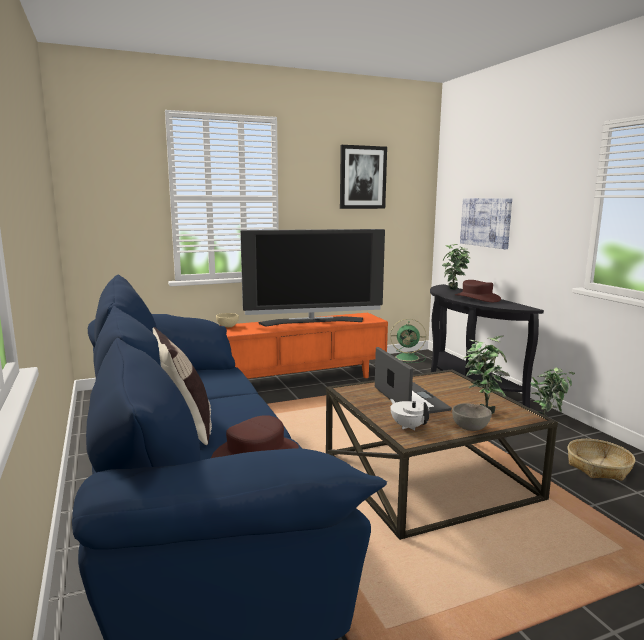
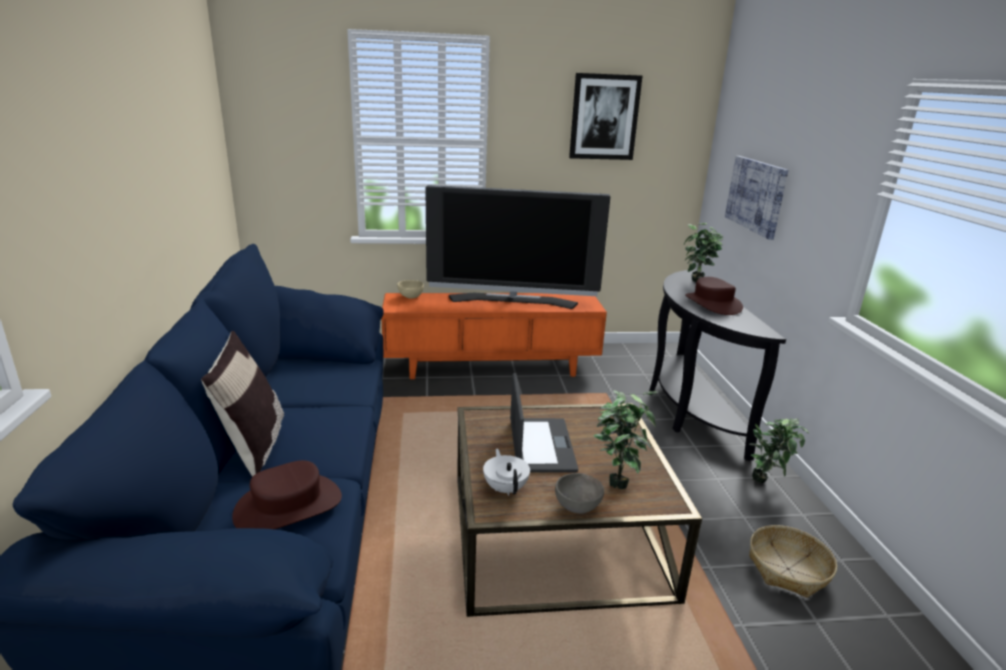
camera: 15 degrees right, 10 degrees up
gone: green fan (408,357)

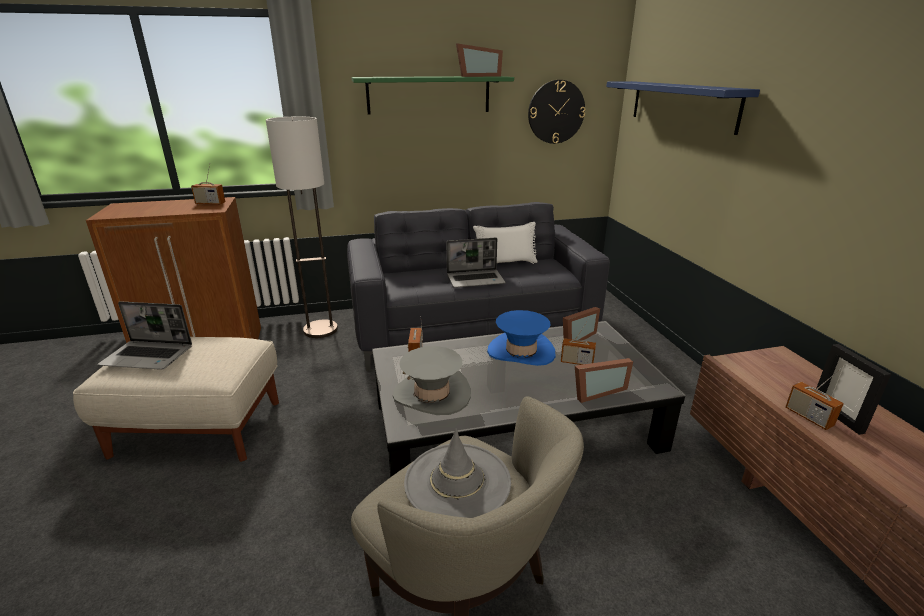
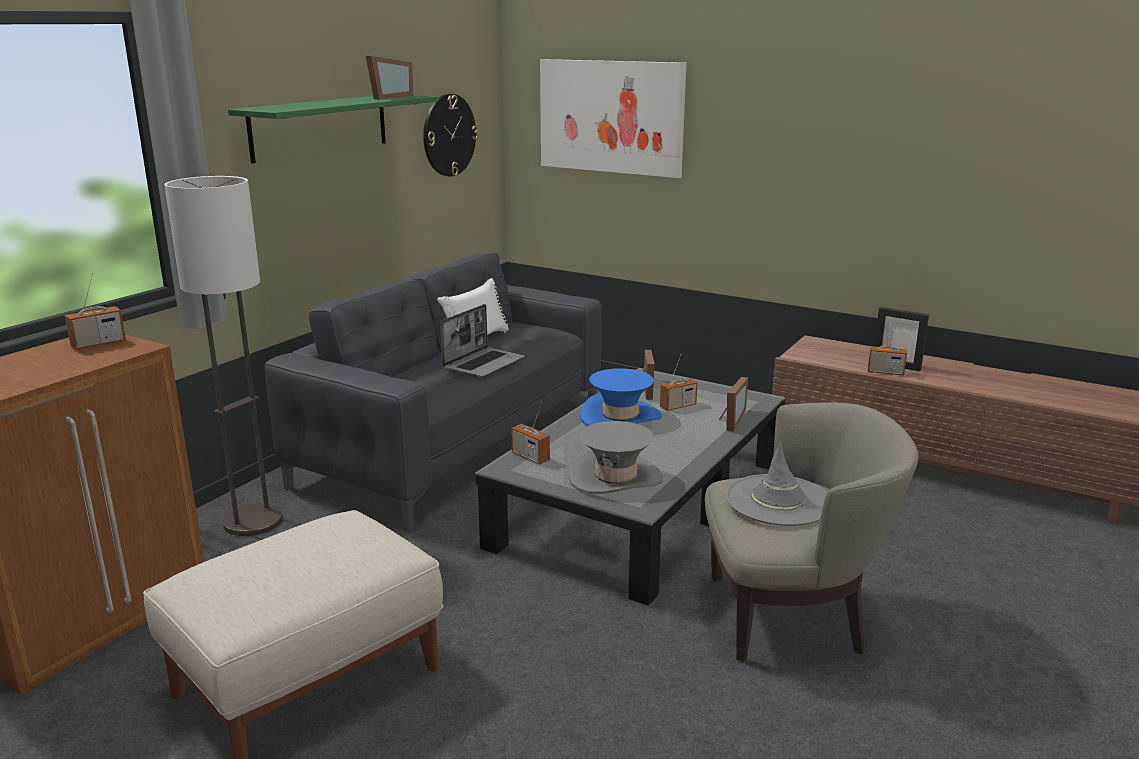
camera: 45 degrees left, 5 degrees down
gone: laptop (149,356)
swapped: blue shelf (682,104) to picture (611,117)

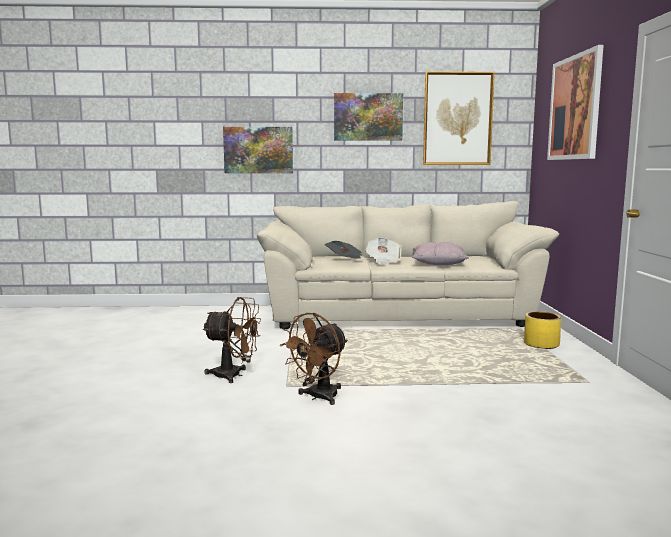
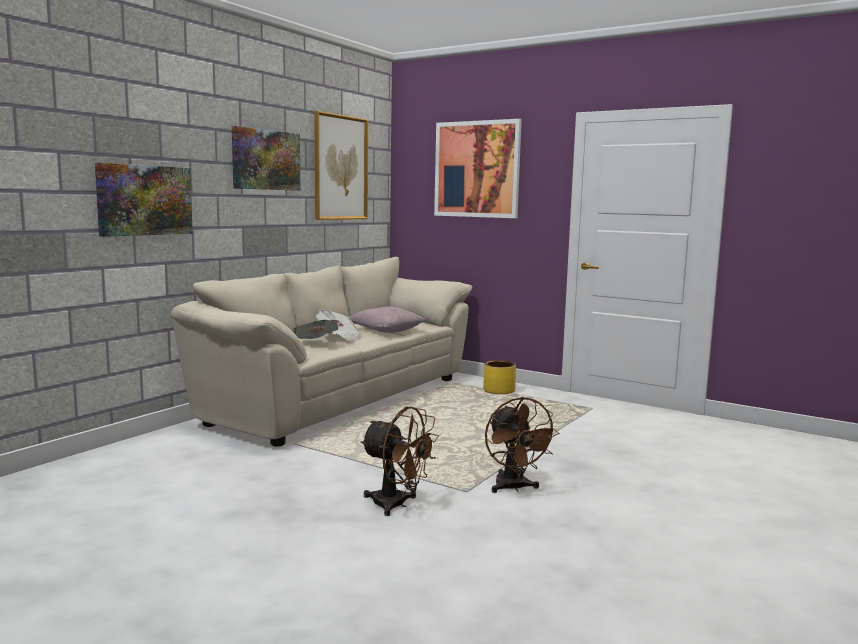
camera: 55 degrees left, 0 degrees up
rotated: brown fan (234,375) = (397,505) 75 degrees clockwise

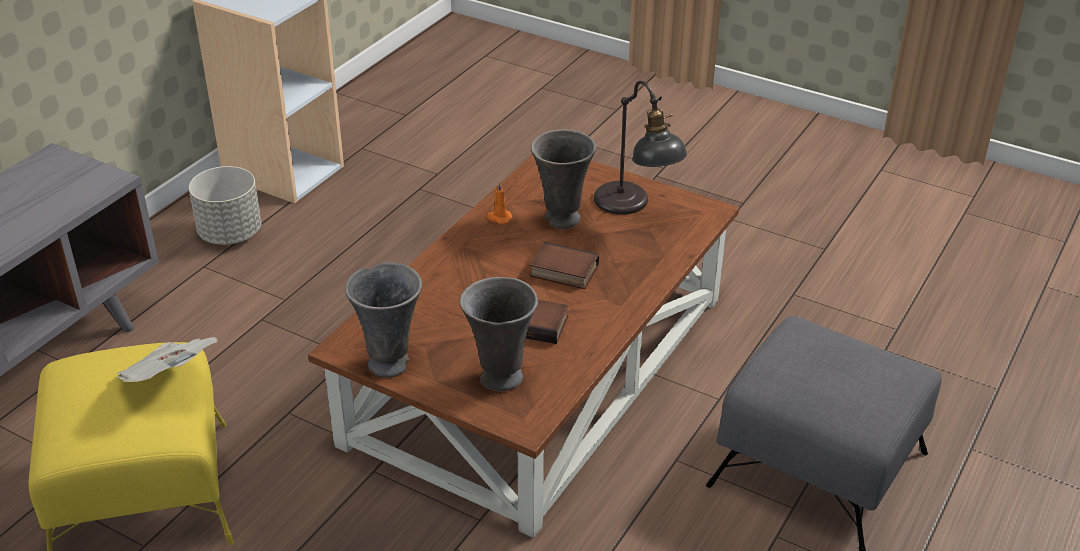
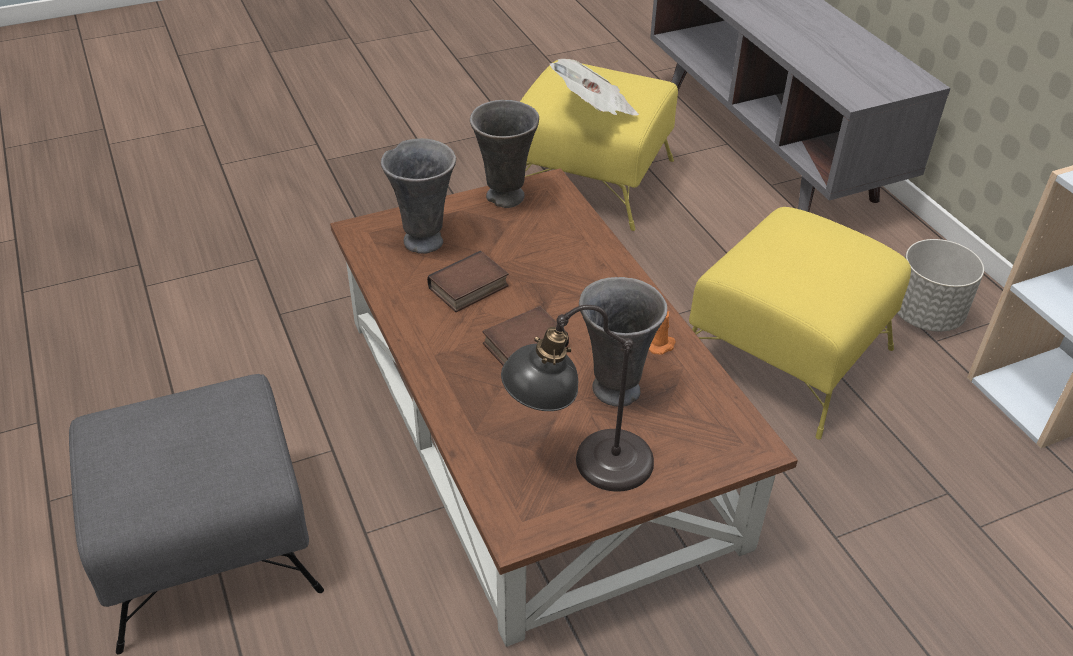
camera: 125 degrees right, 5 degrees up
new: yellow ottoman (787,355)

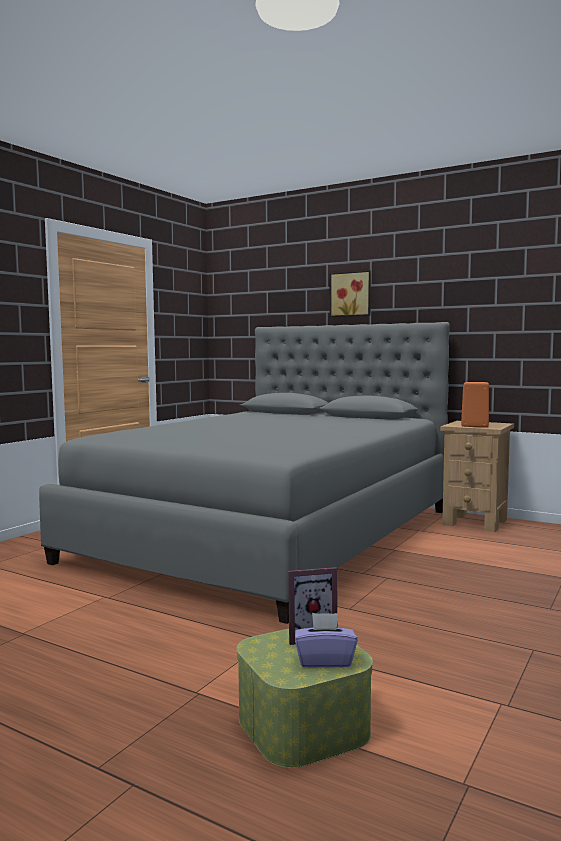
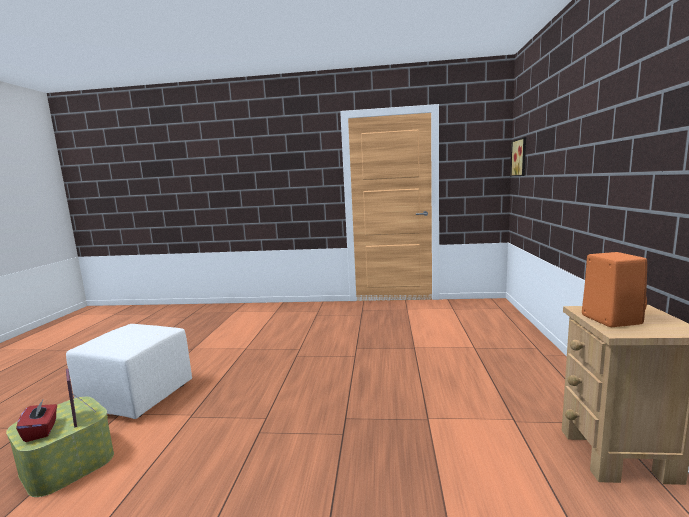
camera: 65 degrees right, 5 degrees up
gone: grey bed (272,534)
new: white ottoman (139,396)
shifted: picture (351,294) to (520,157)
repainted: purple tissue box (325,660) to red tissue box (41,431)

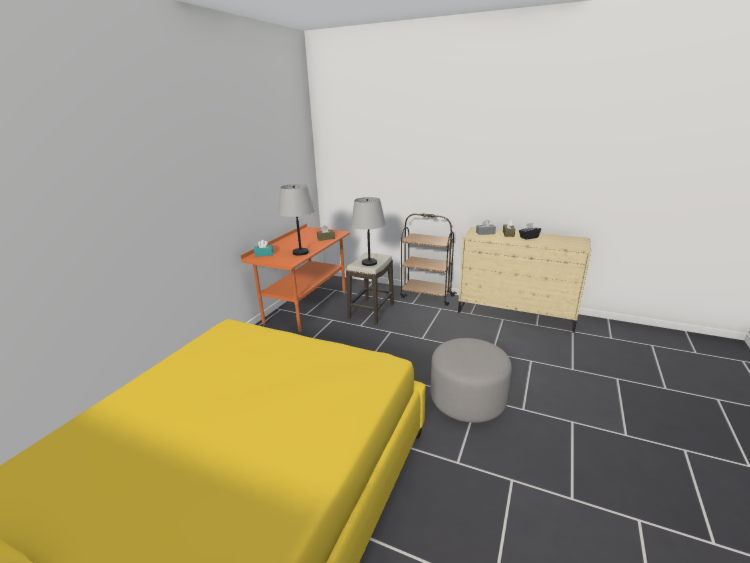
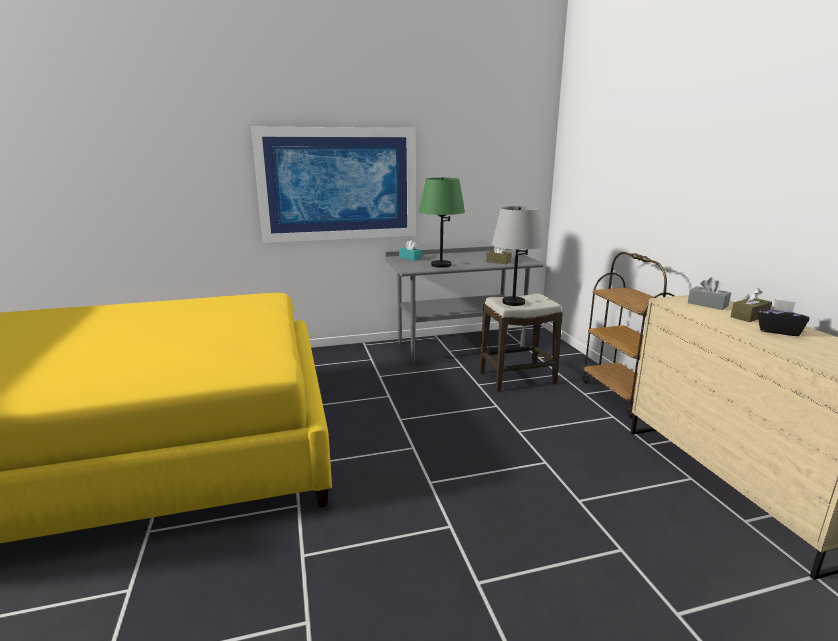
camera: 50 degrees right, 5 degrees down
gone: grey ottoman (467,399)
new: picture (338,184)
repainted: orange desk (306,308) to grey desk (459,346); grey table lamp (301,252) to green table lamp (441,265)

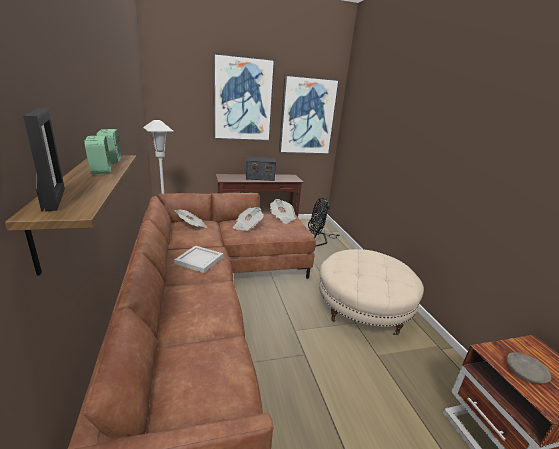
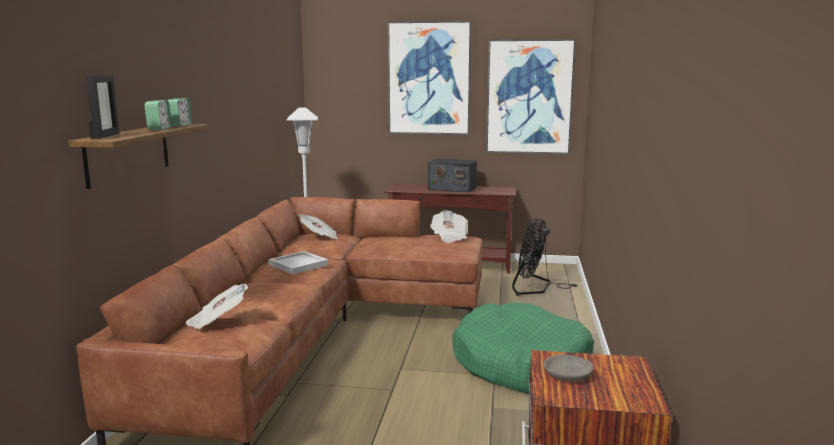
camera: 25 degrees right, 10 degrees down
shifted: newspaper (247,226) to (217,322)
swapped: beige ottoman (362,309) to green dog bed (521,365)

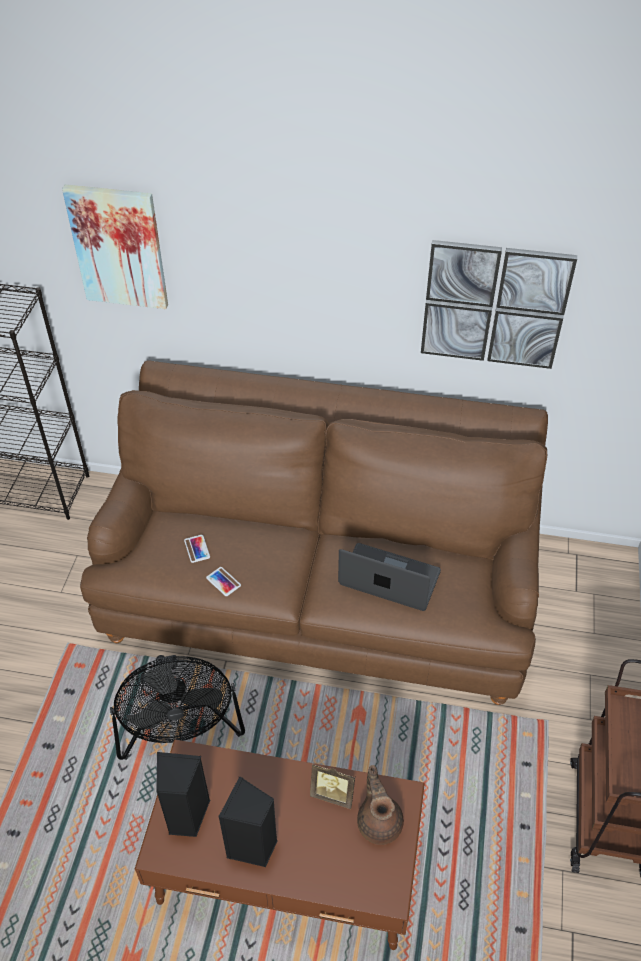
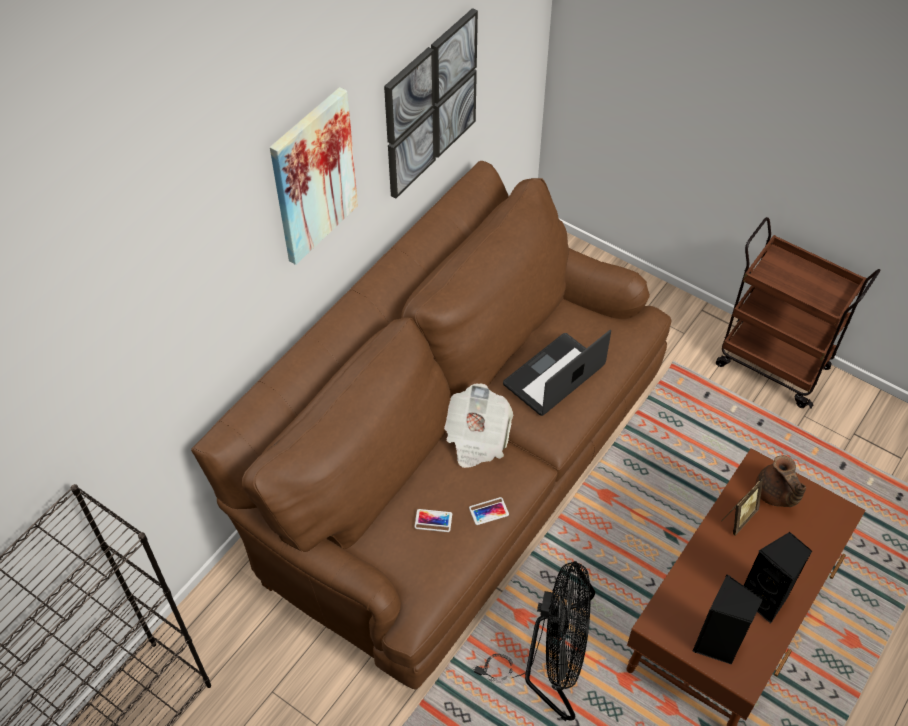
camera: 65 degrees left, 5 degrees up
new: newspaper (476,438)
shifted: picture (118,247) to (313,176)
rotated: brown teapot (379,821) = (775,494) 120 degrees counterclockwise

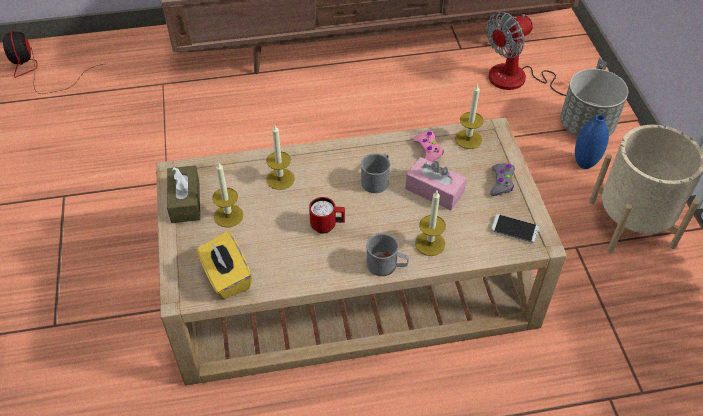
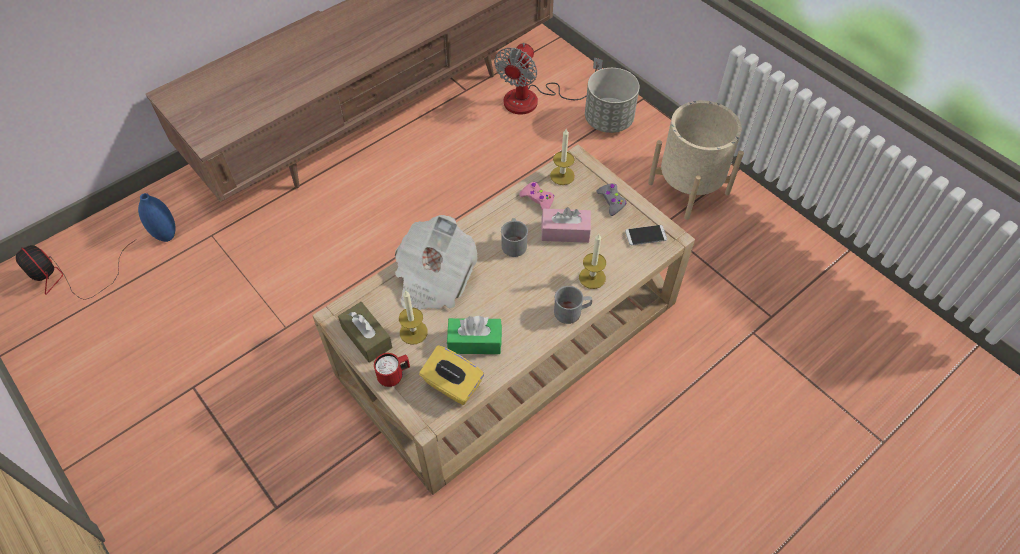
camera: 30 degrees left, 5 degrees up
new: green tissue box (474,342)
shifted: red mug (327,226) to (394,376); blue vase (584,164) to (167,236)
swapped: candle (280,179) to newspaper (434,279)

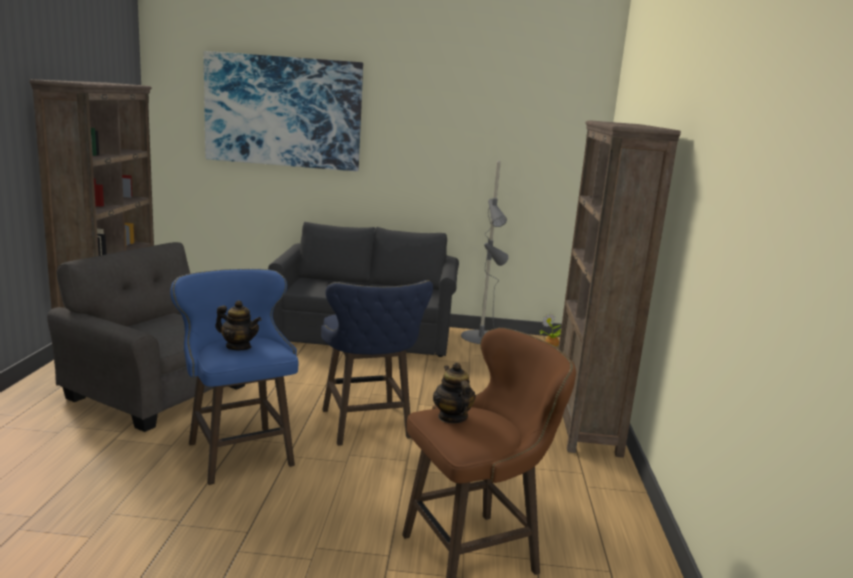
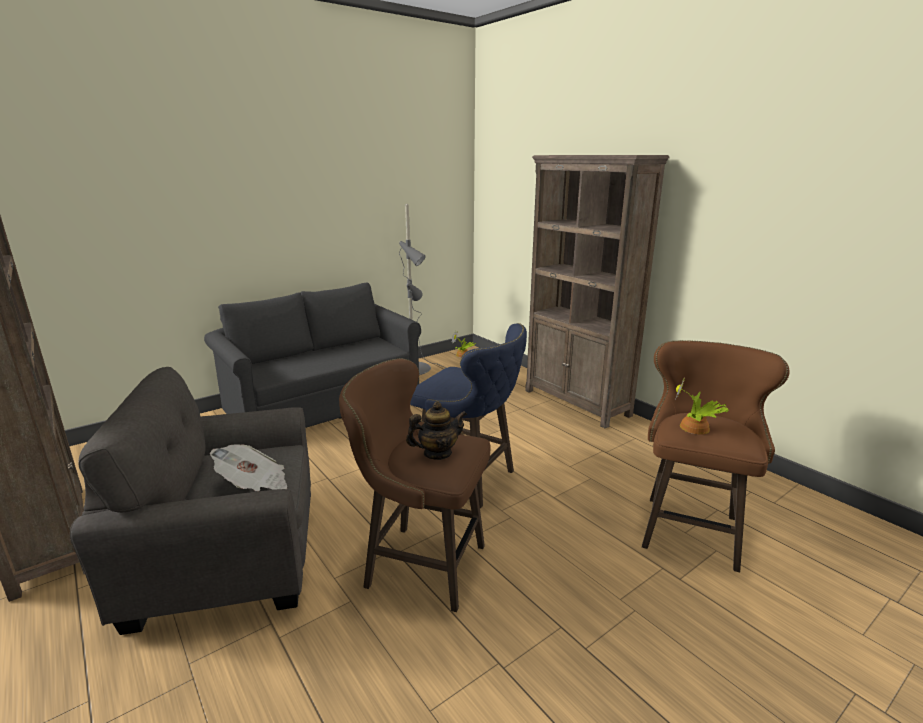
camera: 40 degrees left, 5 degrees up
gone: picture (283,112)
new: newspaper (254,484)
swapped: teapot (452,417) to potted plant (696,428)
repainted: blue stool (239,451) to brown stool (420,564)

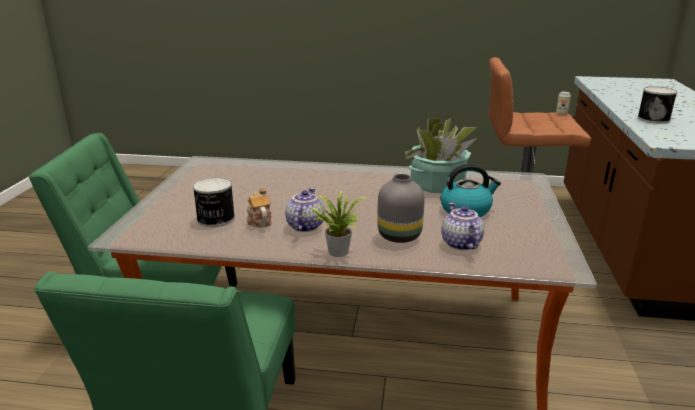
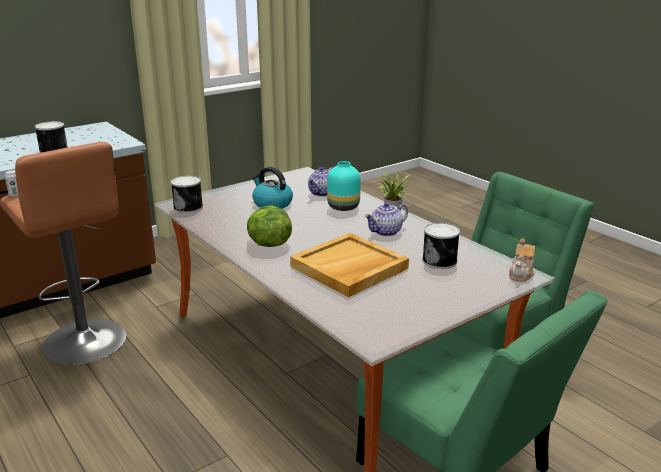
camera: 135 degrees left, 0 degrees up
gone: potted plant (437,184)
new: can (189,207); lettuce (268,244); beige tray (349,268)
shifted: teapot (259,221) to (521,274)
repainted: grey vase (399,235) to turquoise vase (342,207)

